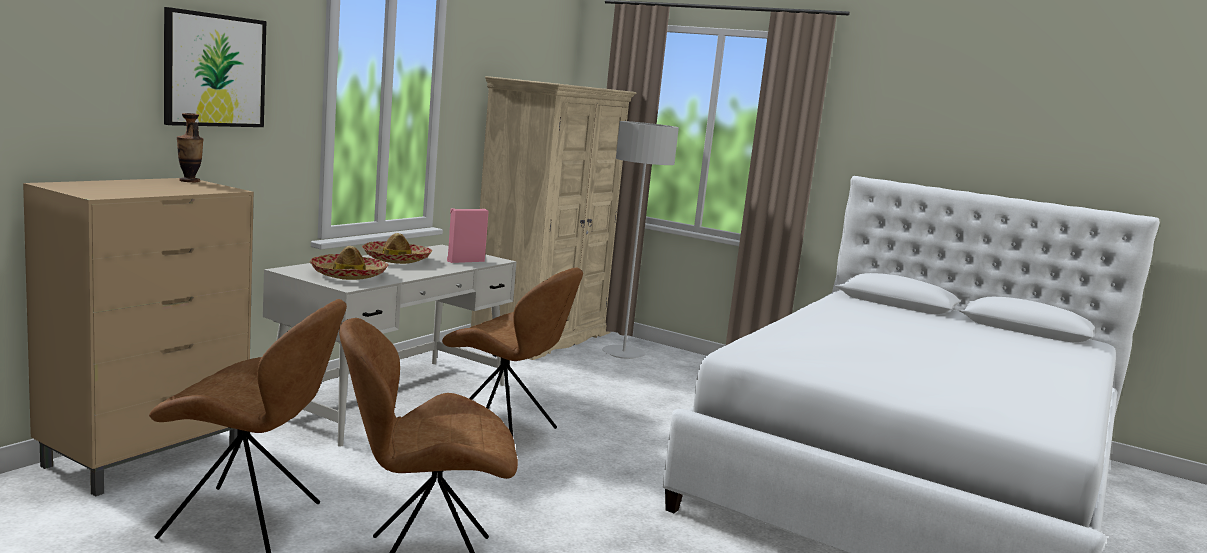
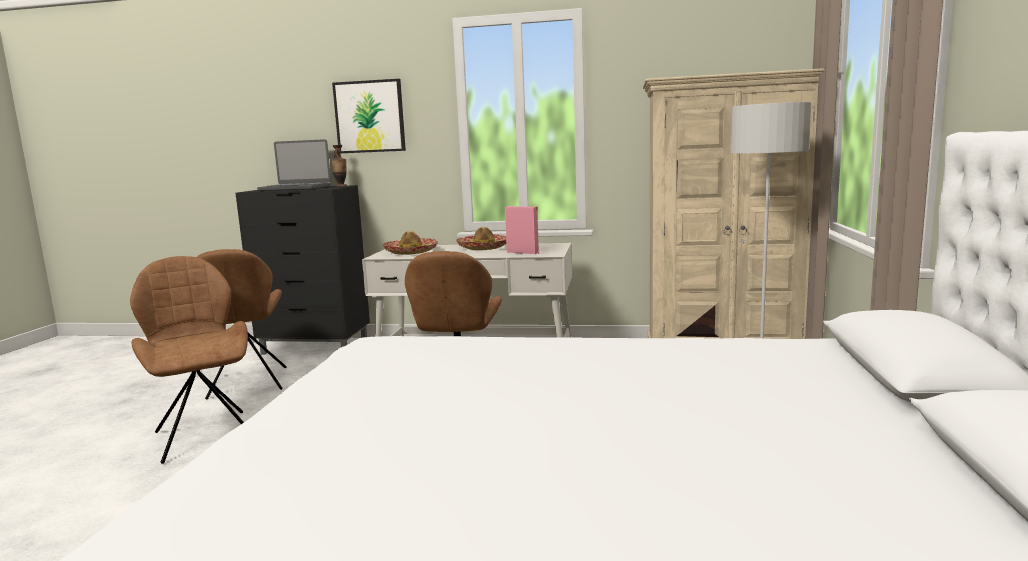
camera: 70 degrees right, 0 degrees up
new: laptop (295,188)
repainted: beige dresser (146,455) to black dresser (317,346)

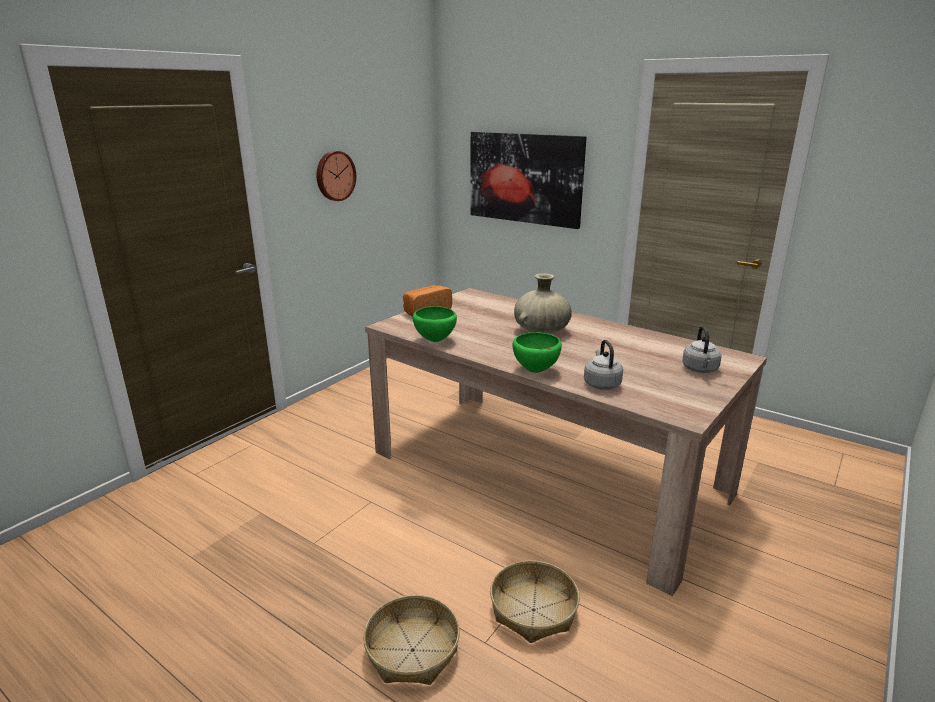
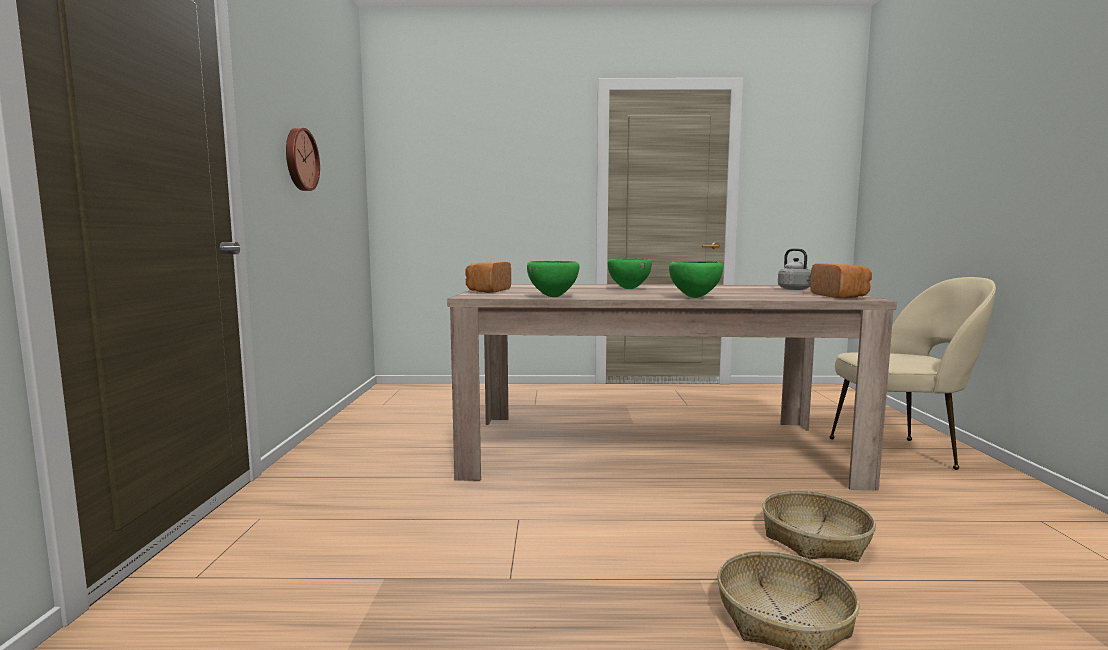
camera: 35 degrees left, 15 degrees down
gone: picture (525,178); grey kettle (601,384)
new: bread (840,296); beige chair (900,453)
swapped: beige vase (541,331) to green bowl (628,289)

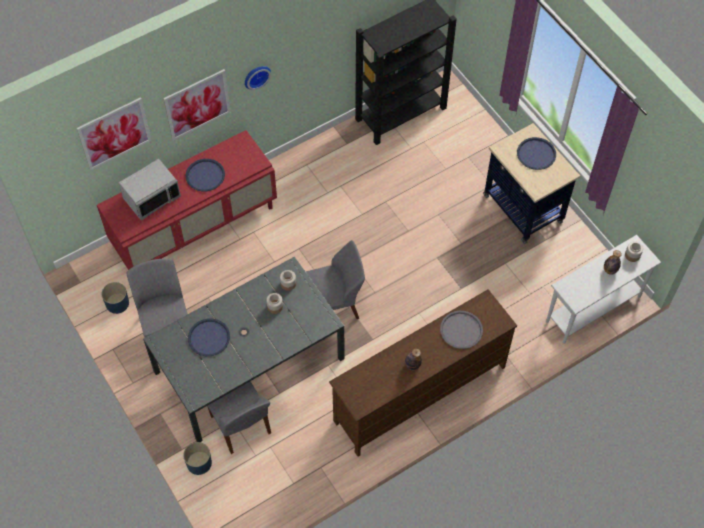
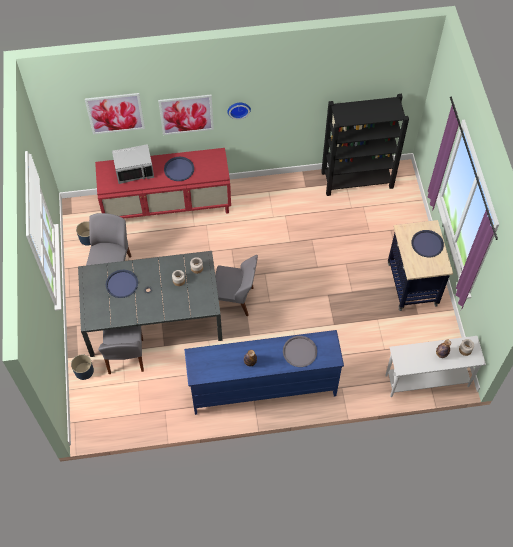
camera: 25 degrees right, 0 degrees up
repainted: brown dresser (419,393) to blue dresser (263,388)

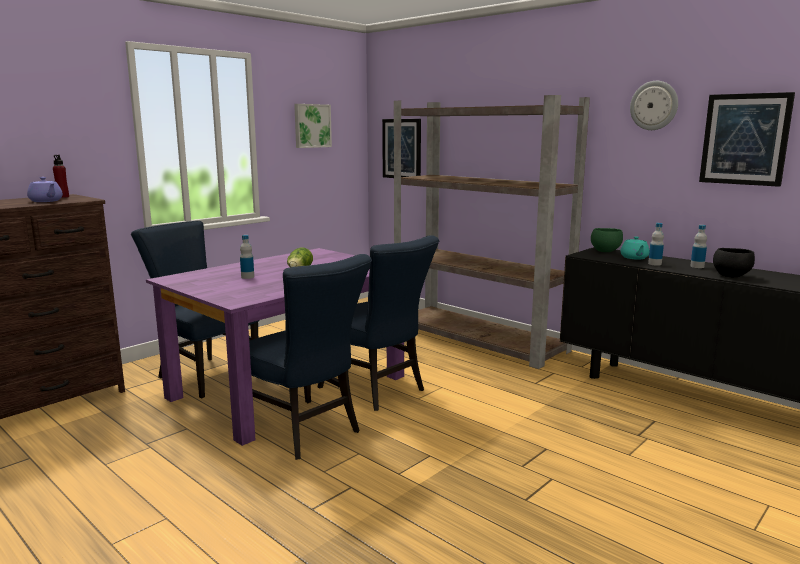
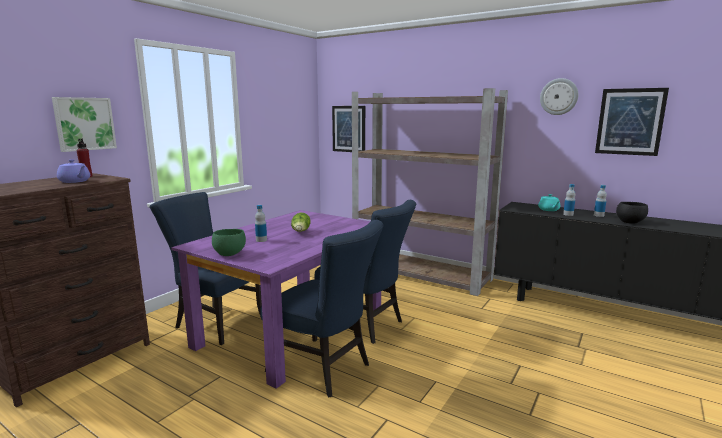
camera: 10 degrees left, 0 degrees up
shifted: picture (311,126) to (84,124); green bowl (605,251) to (229,254)

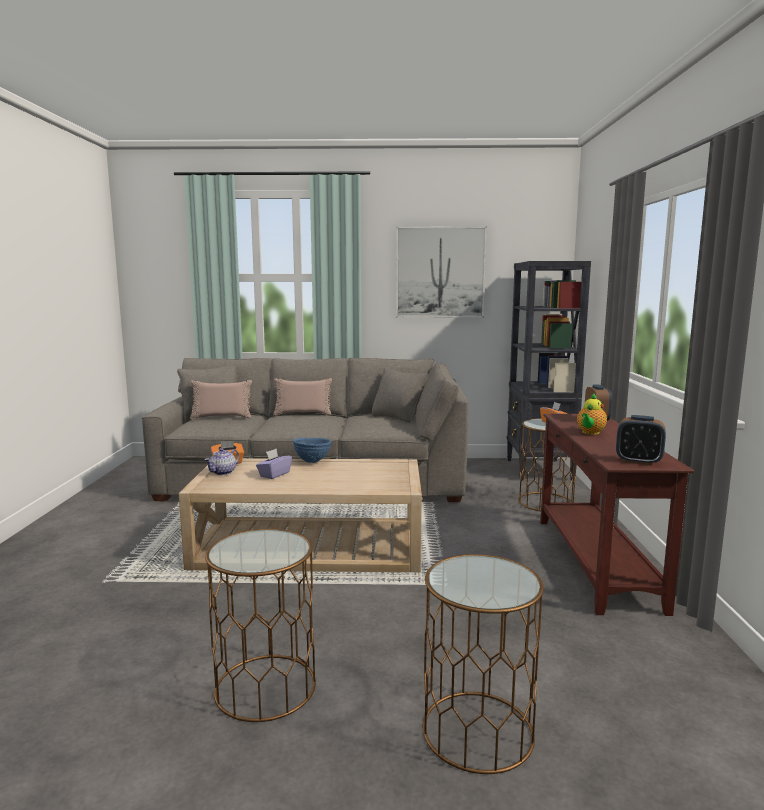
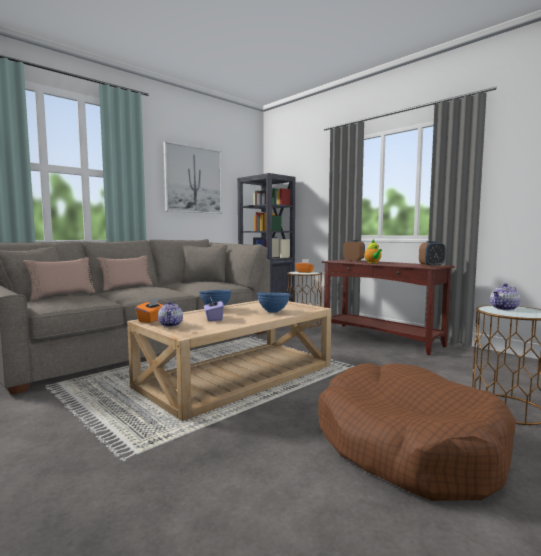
camera: 45 degrees left, 5 degrees down
new: blue bowl (273,312); teapot (504,308)
swapped: brown side table (265,687) to brown dog bed (406,445)

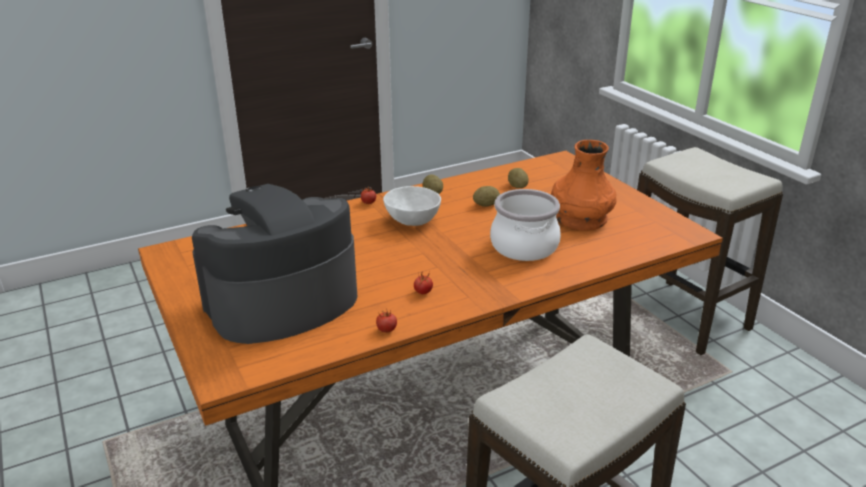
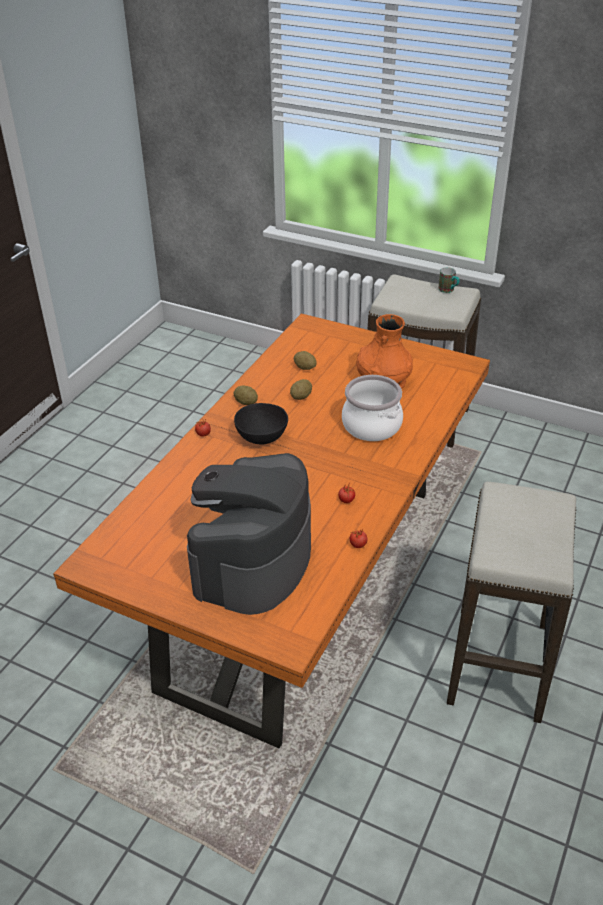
camera: 35 degrees left, 10 degrees up
new: mug (448,290)
repainted: white bowl (411,220) to black bowl (260,437)

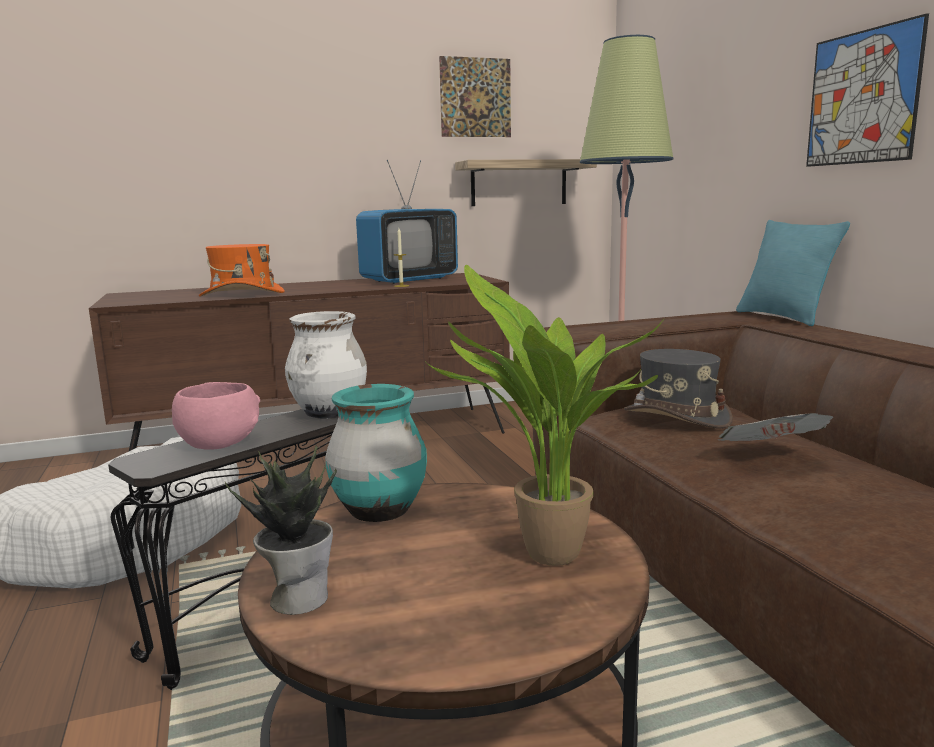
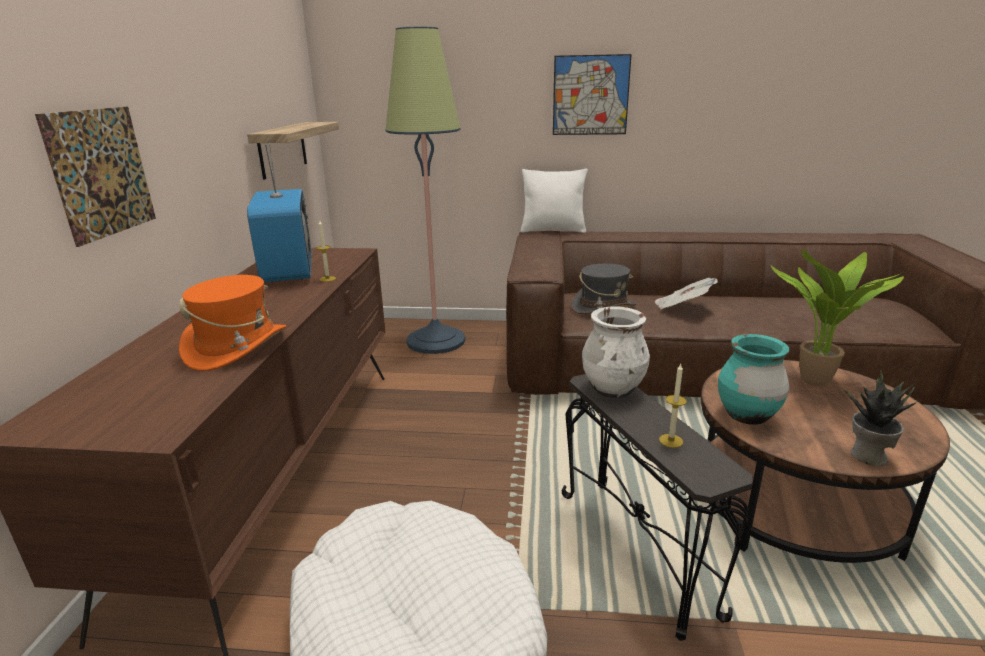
camera: 65 degrees left, 10 degrees up
shifted: picture (475,97) to (102,173)
swapped: pink bowl (219,442) to candle (671,441)
repainted: turquoise pillow (783,317) to white pillow (553,230)

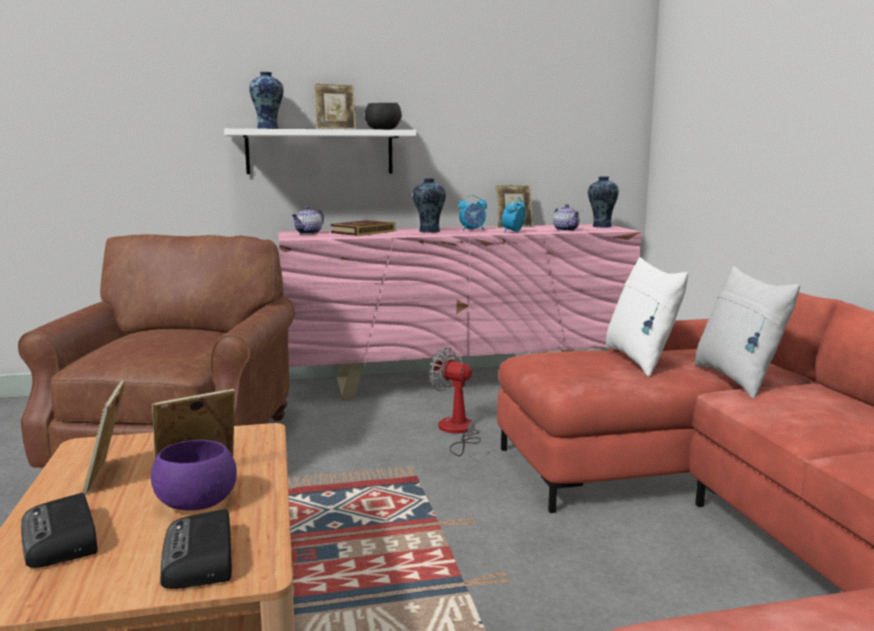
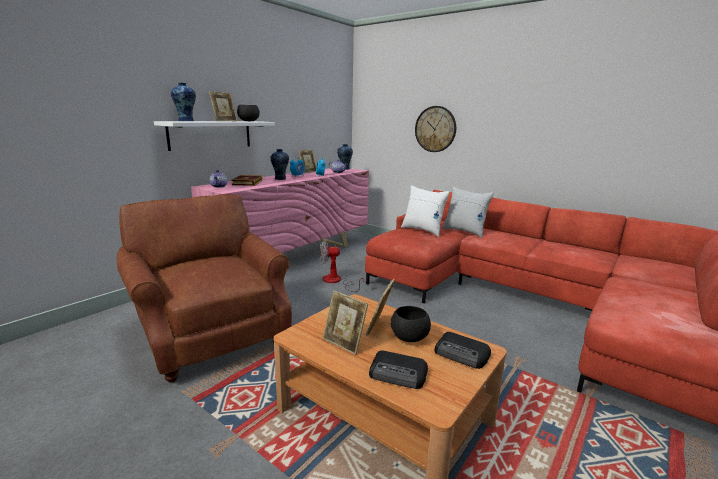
camera: 40 degrees left, 5 degrees up
new: wall clock (435,129)
repainted: purple bowl (198,503) to black bowl (410,337)

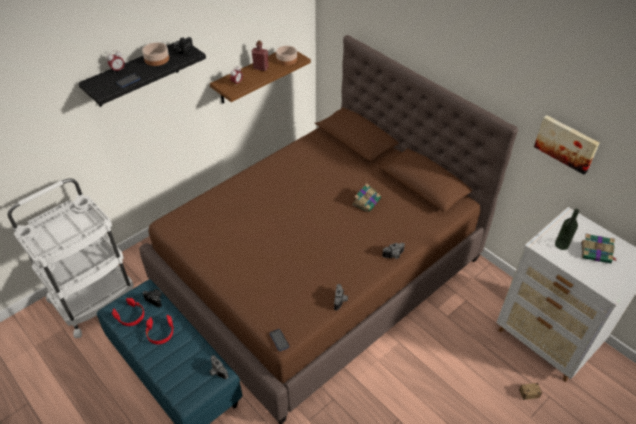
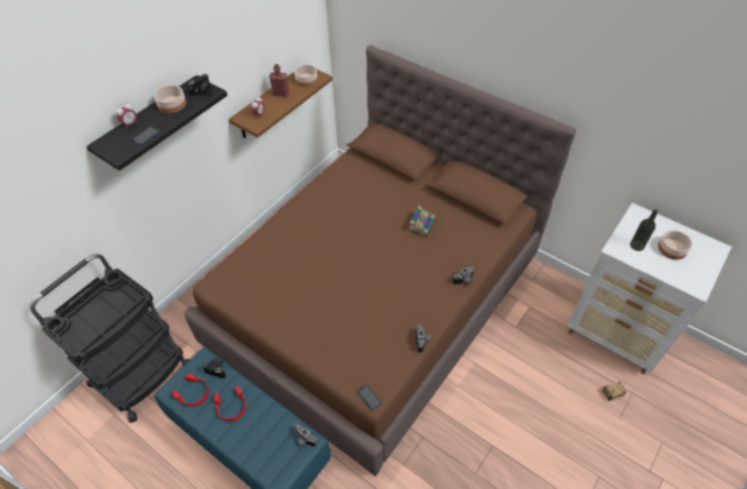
camera: 10 degrees left, 5 degrees up
gone: picture (566,143)
swapped: book (596,253) to bowl (672,249)
repainted: white cart (95,300) to black cart (142,375)

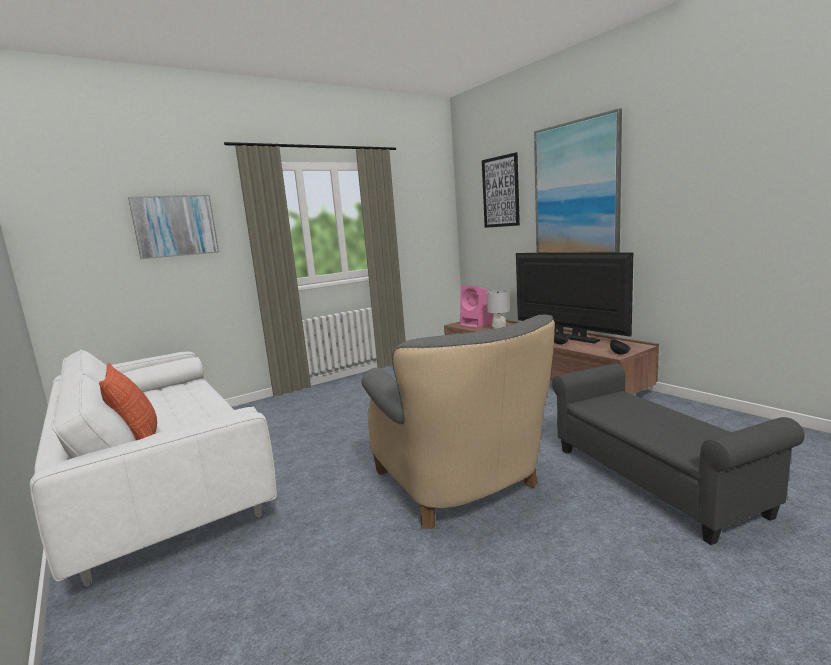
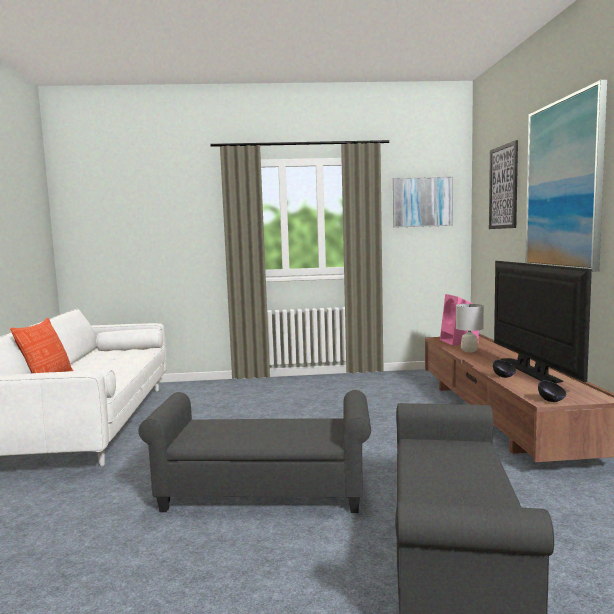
camera: 30 degrees right, 5 degrees down
shifted: picture (175,226) to (422,202)
swapped: grey armchair (459,484) to grey ottoman (263,492)

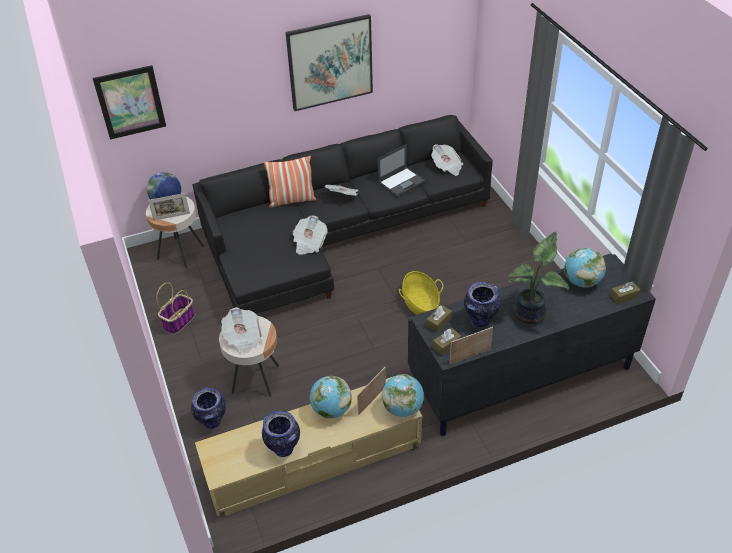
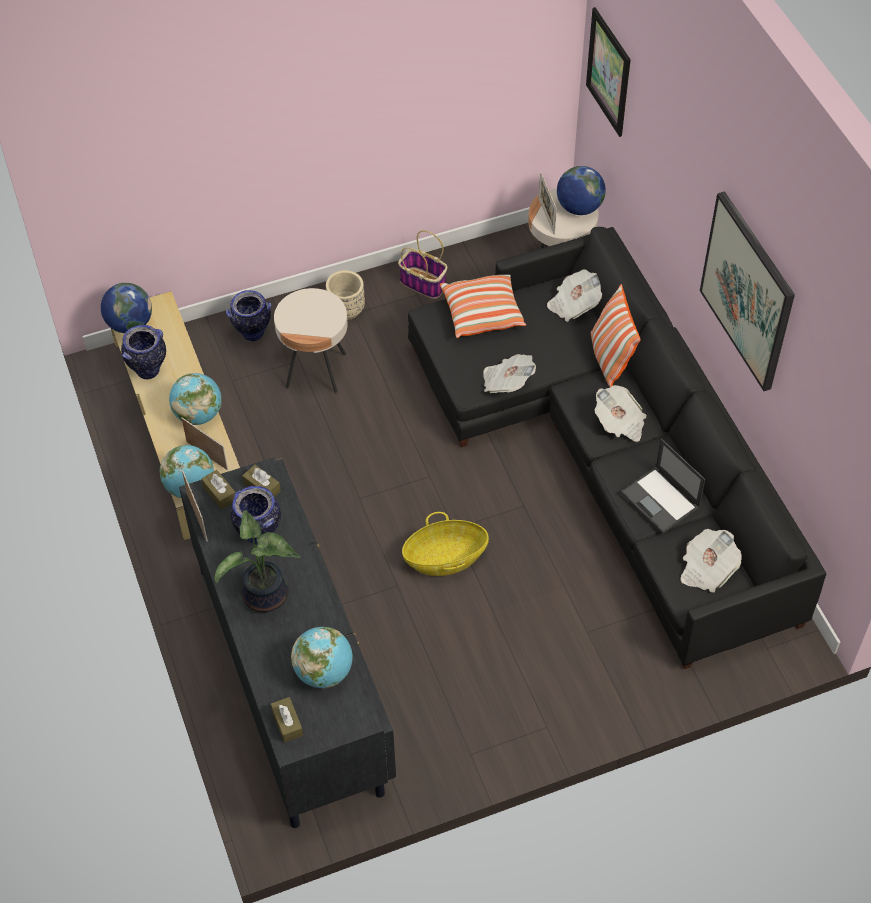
camera: 90 degrees right, 10 degrees up
new: globe (130,324); beige planter (346,310); pillow (482,313)
shifted: newspaper (243,338) to (573,304)

